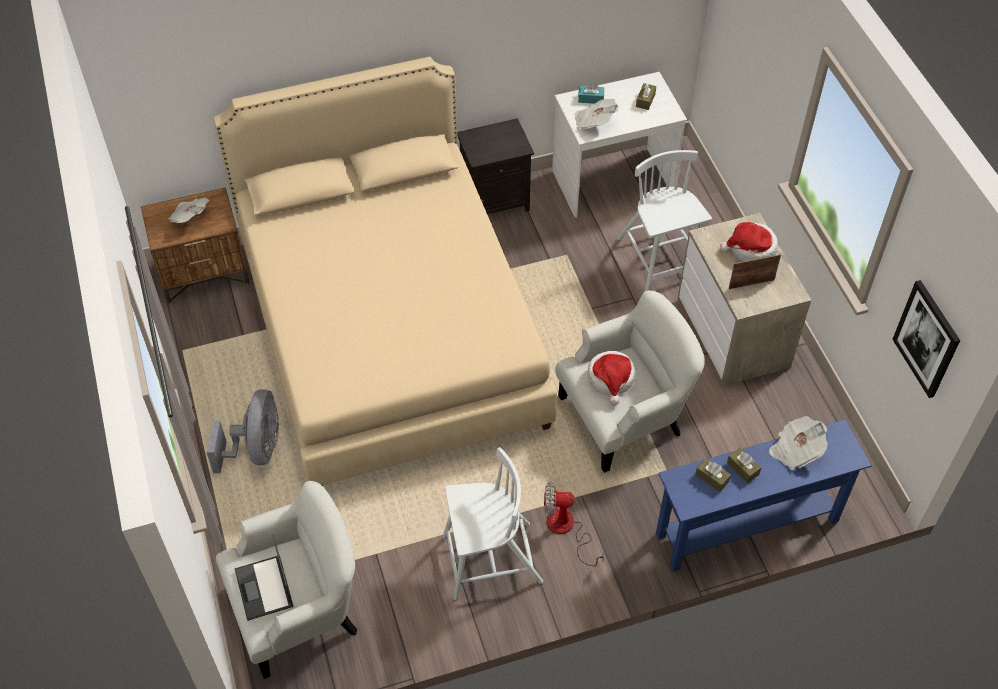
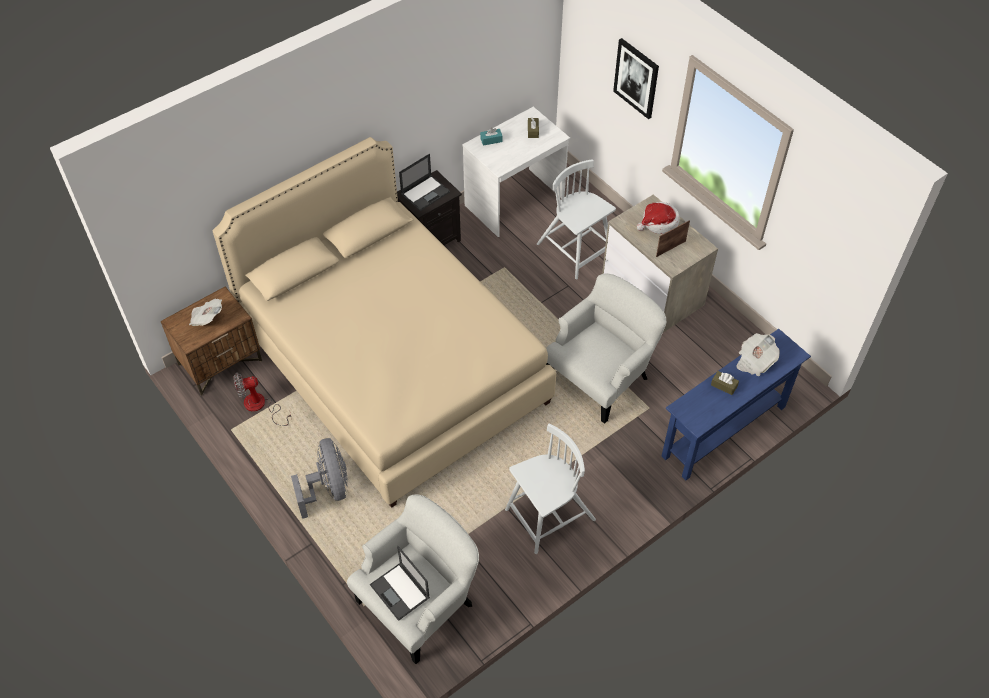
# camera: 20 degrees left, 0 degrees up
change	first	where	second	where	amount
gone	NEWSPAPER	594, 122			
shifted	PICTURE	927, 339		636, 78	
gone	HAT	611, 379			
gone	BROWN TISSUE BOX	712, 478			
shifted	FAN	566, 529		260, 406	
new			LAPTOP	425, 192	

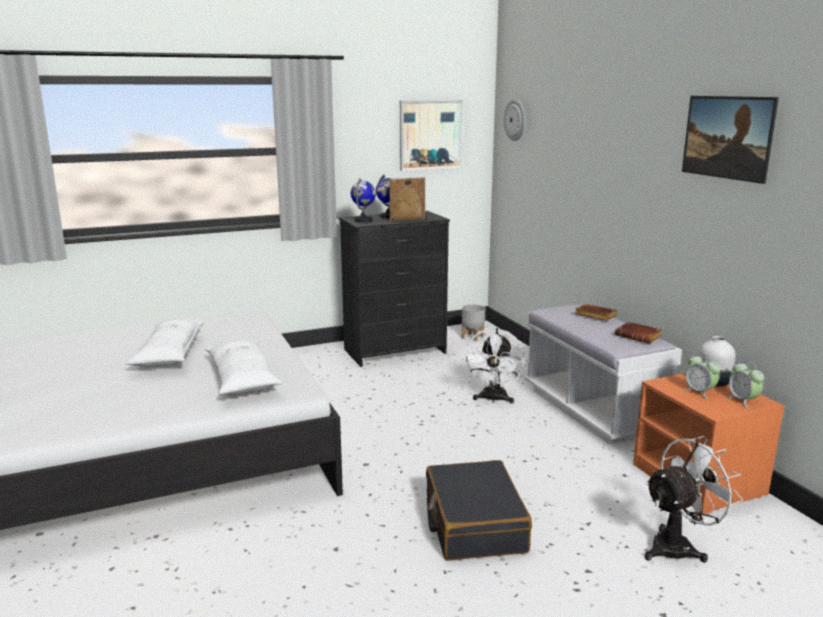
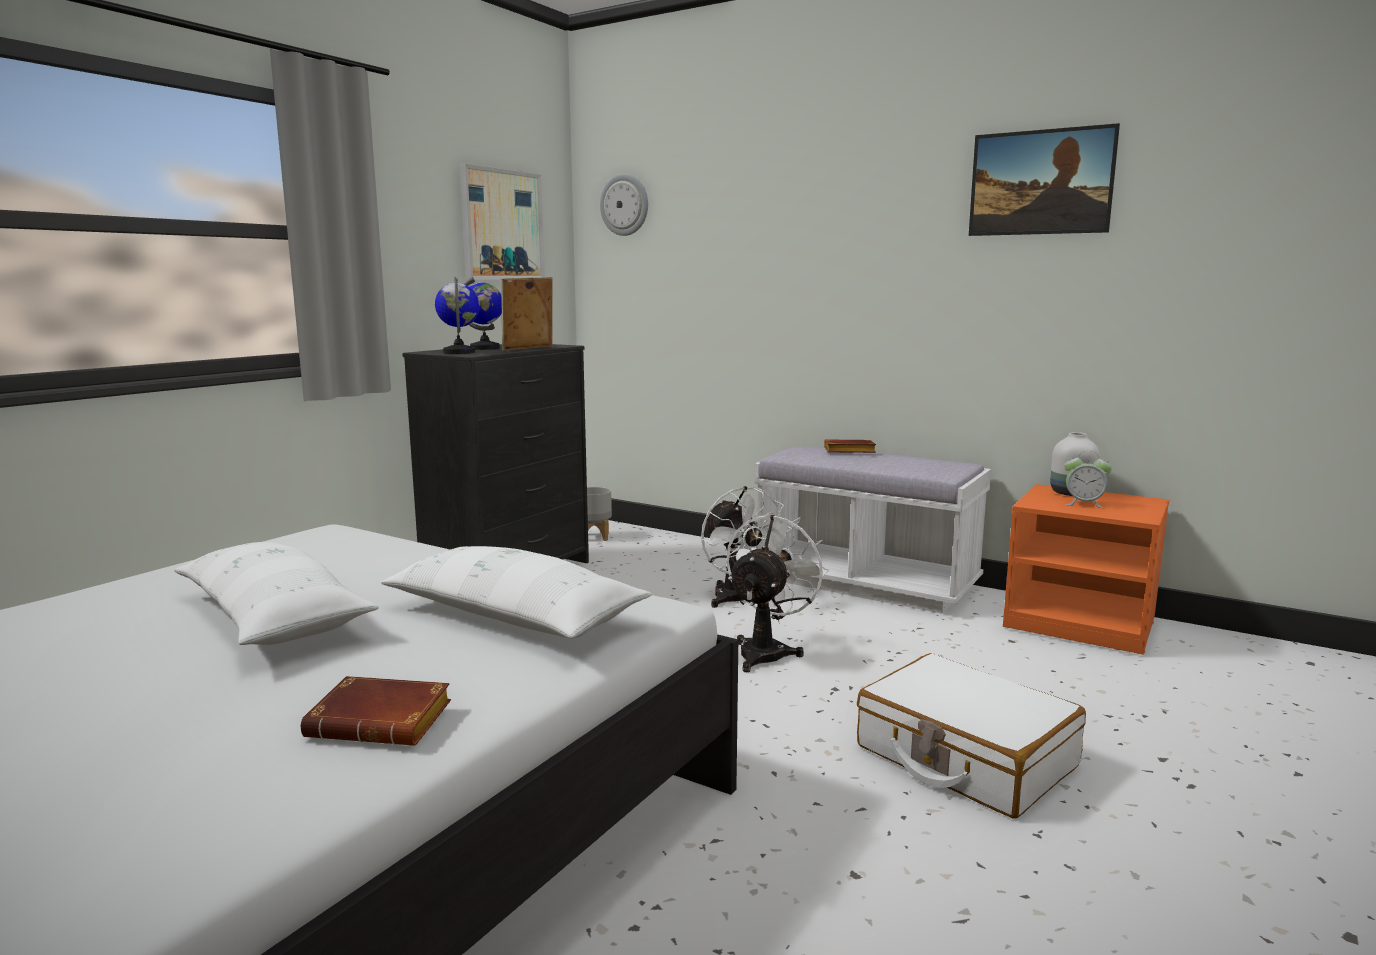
# camera: 35 degrees left, 5 degrees down
change	first	where	second	where	amount
shifted	BROWN BOOK	639, 336		385, 721	
gone	ALARM CLOCK	742, 401			
shifted	WHITE FAN	679, 546		767, 651	
repainted	BLACK SUITCASE	474, 524	WHITE SUITCASE	964, 757	

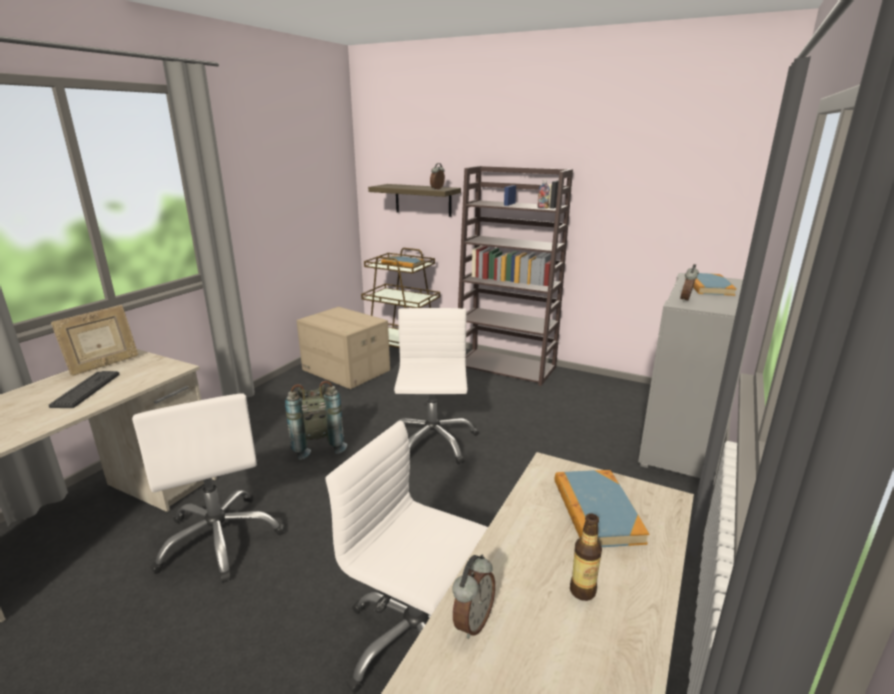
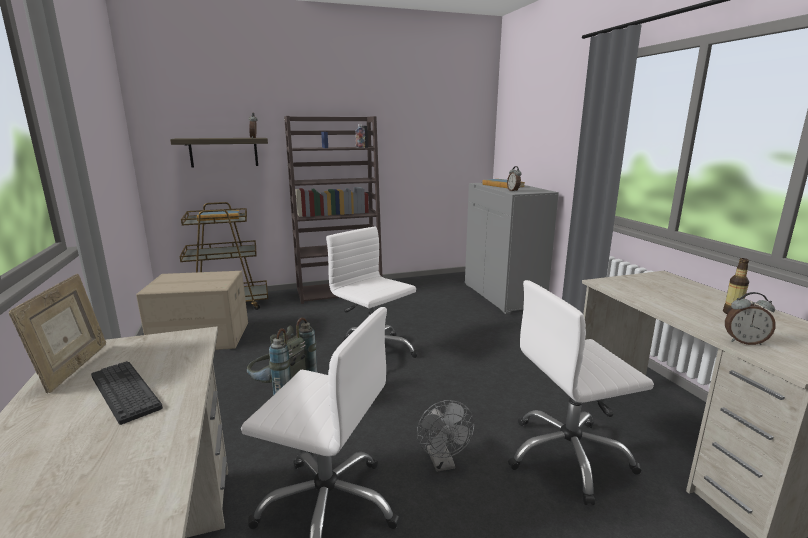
# camera: 45 degrees left, 5 degrees down
change	first	where	second	where	amount
gone	BOOK	596, 511			
rotated	ALARM CLOCK	472, 622		744, 342	120 degrees clockwise
new			GREY FAN	443, 463	

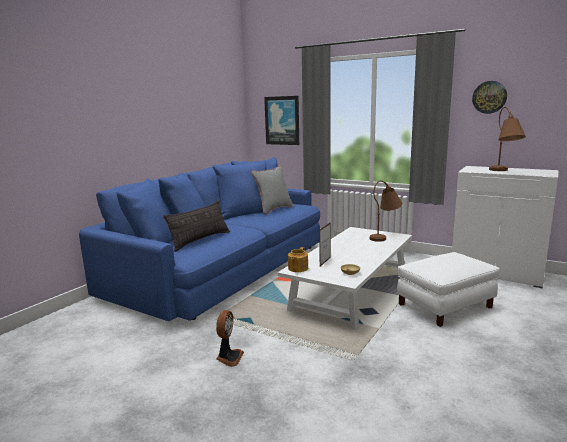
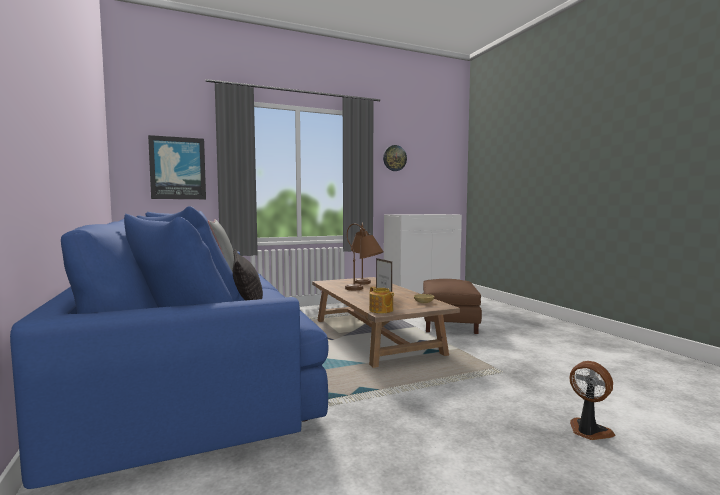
# camera: 55 degrees left, 10 degrees down
change	first	where	second	where	amount
shifted	BROWN TABLE LAMP	503, 171		364, 290	
repainted	WHITE COFFEE TABLE	350, 289	BROWN COFFEE TABLE	373, 336	
repainted	WHITE OTTOMAN	445, 306	BROWN OTTOMAN	449, 323	
shifted	FAN	229, 357		588, 431	

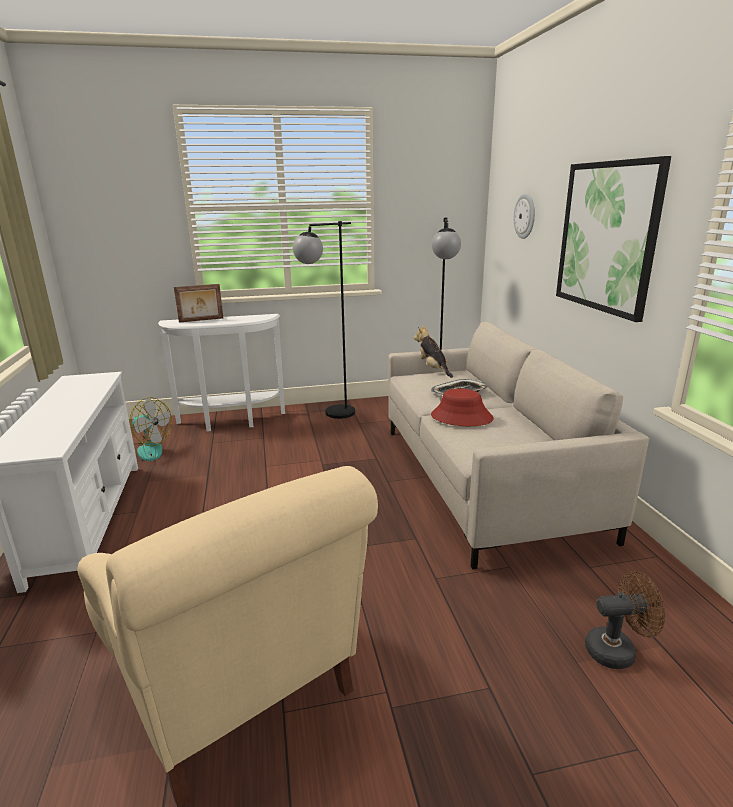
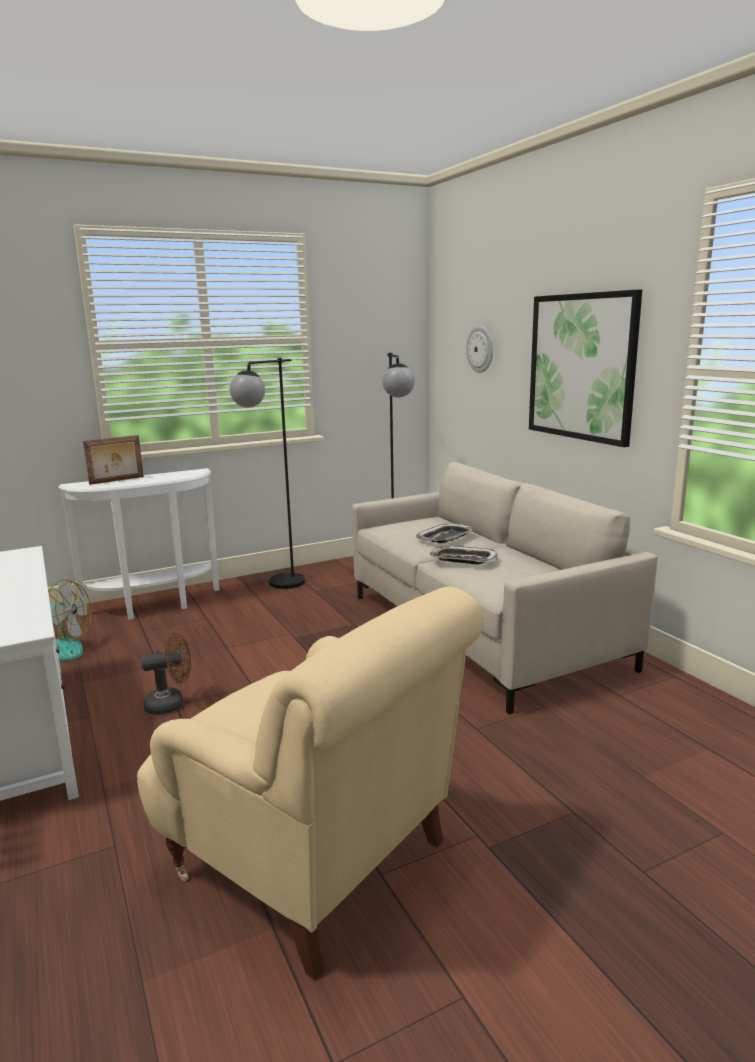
# camera: 15 degrees left, 5 degrees down
change	first	where	second	where	amount
gone	PLUSH TOY	432, 370			
swapped	RED HAT	461, 417	TRAY	463, 560	
shifted	BROWN FAN	617, 650		171, 704	

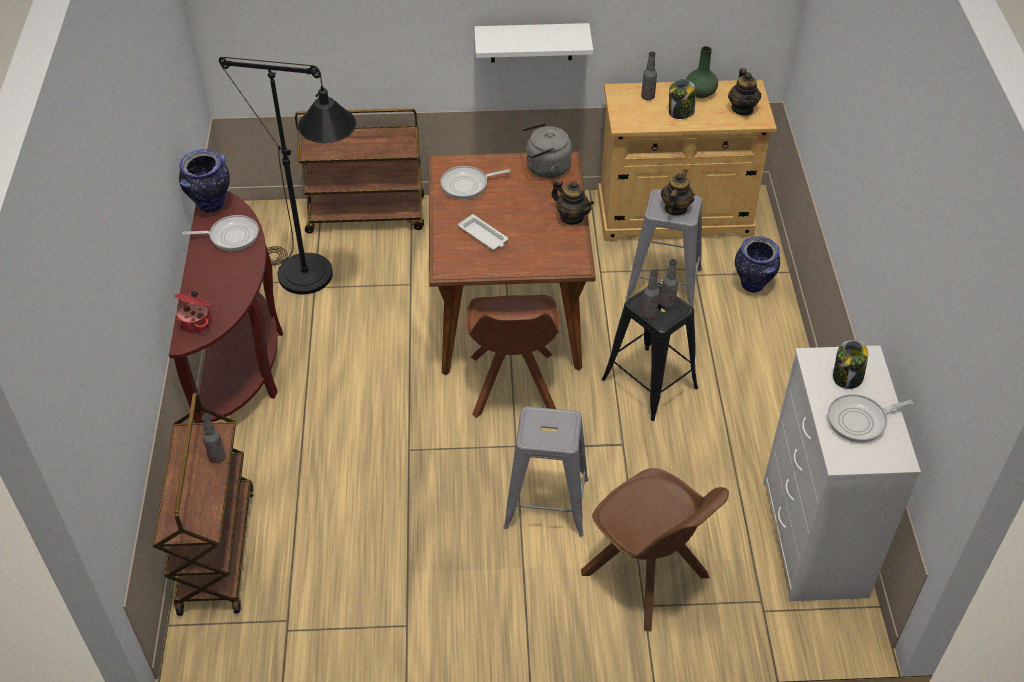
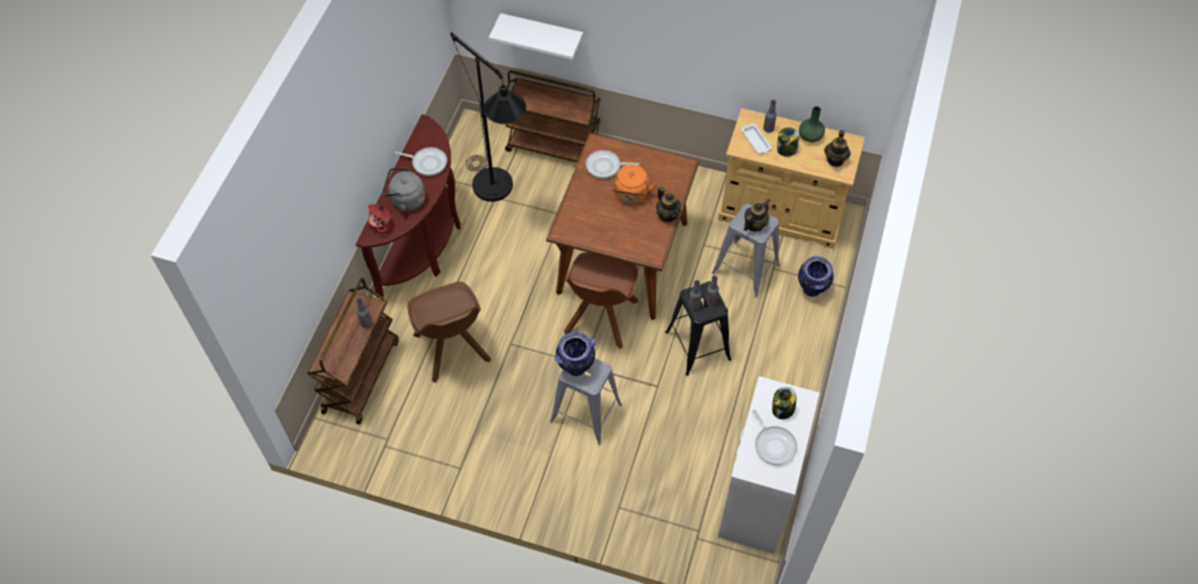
# camera: 20 degrees right, 10 degrees up
change	first	where	second	where	amount
shifted	WHITE SHELF	531, 42		542, 34	
shifted	GREY KETTLE	545, 168		406, 200	
shifted	VASE	210, 205		575, 368	
shifted	WHITE TRAY	483, 236		756, 141	
rotated	FRYING PAN	860, 421		773, 444	120 degrees counterclockwise
shifted	BROWN CHAIR	647, 577		452, 349	
new			ORANGE KETTLE	631, 195	

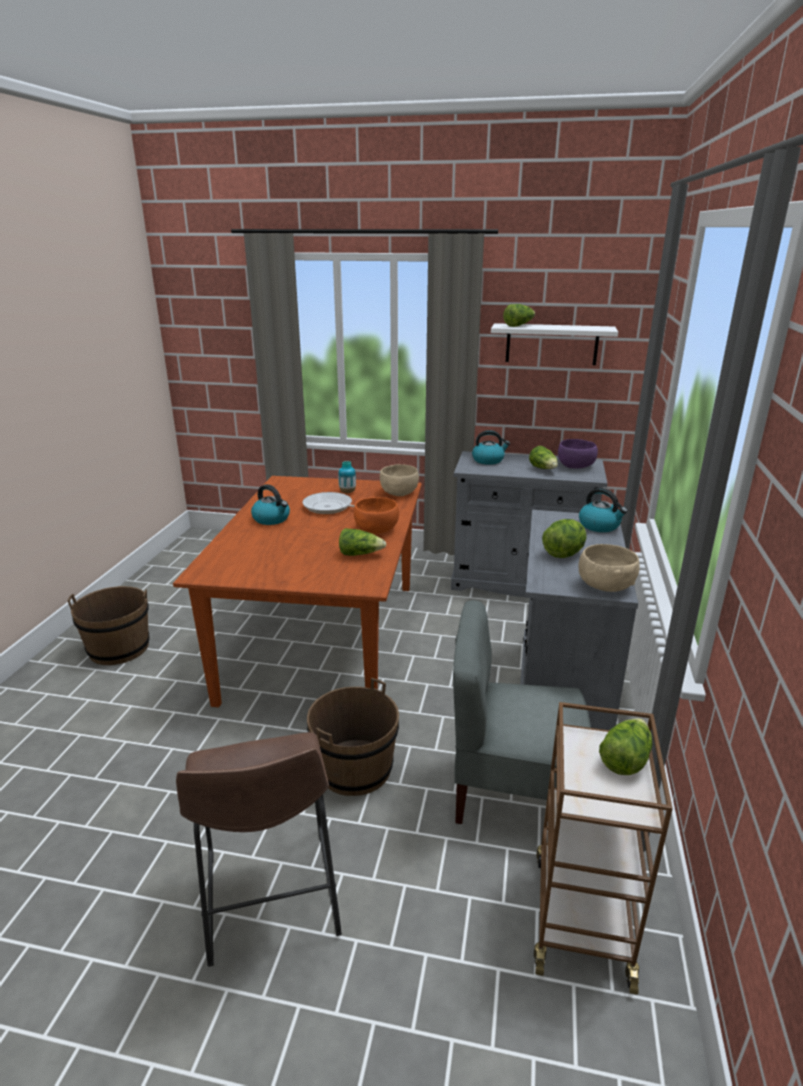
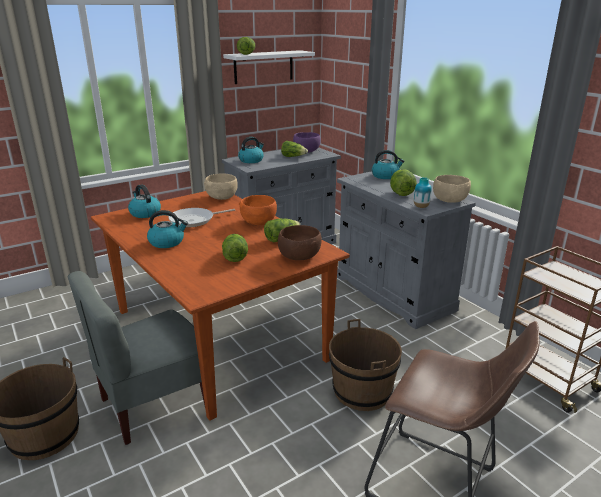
# camera: 45 degrees left, 0 degrees up
change	first	where	second	where	amount
shifted	VASE	347, 492		421, 207	
shifted	GREY CHAIR	512, 794		154, 404	
shifted	LETTUCE	624, 759		234, 256	
new			KETTLE	145, 213	
new			BROWN BOWL	299, 257	

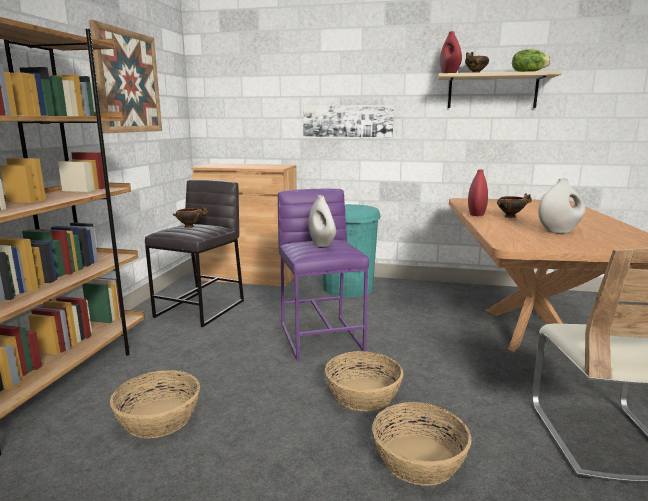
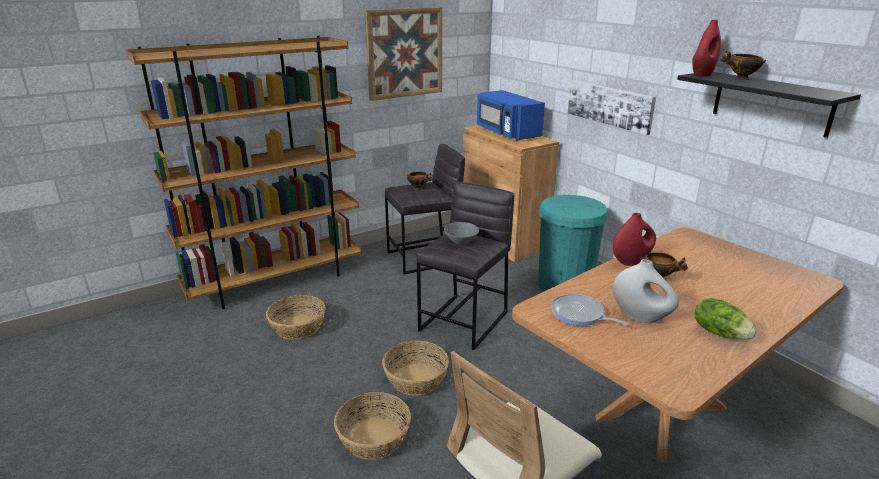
# camera: 45 degrees right, 10 degrees up
change	first	where	second	where	amount
shifted	LETTUCE	528, 72		719, 333	
repainted	BEIGE SHELF	492, 91	BLACK SHELF	771, 103	
repainted	PURPLE STOOL	321, 336	GREY STOOL	465, 321	
swapped	WHITE VASE	322, 244	GREY BOWL	461, 242	
new			BLUE MICROWAVE	507, 133	
new			FRYING PAN	580, 314	

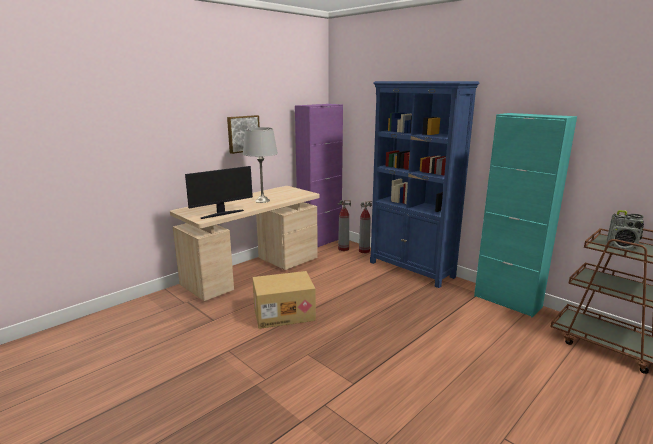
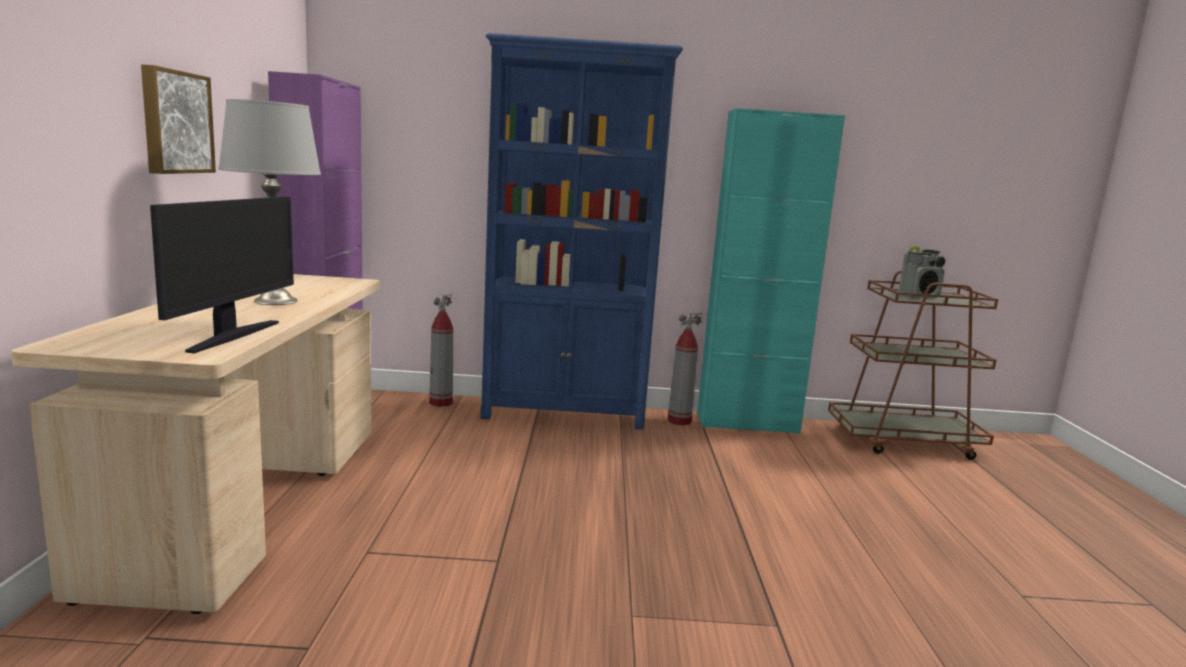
# camera: 45 degrees left, 5 degrees down
change	first	where	second	where	amount
shifted	FIRE EXTINGUISHER	343, 249		679, 421	
gone	CARDBOARD BOX	284, 313			

